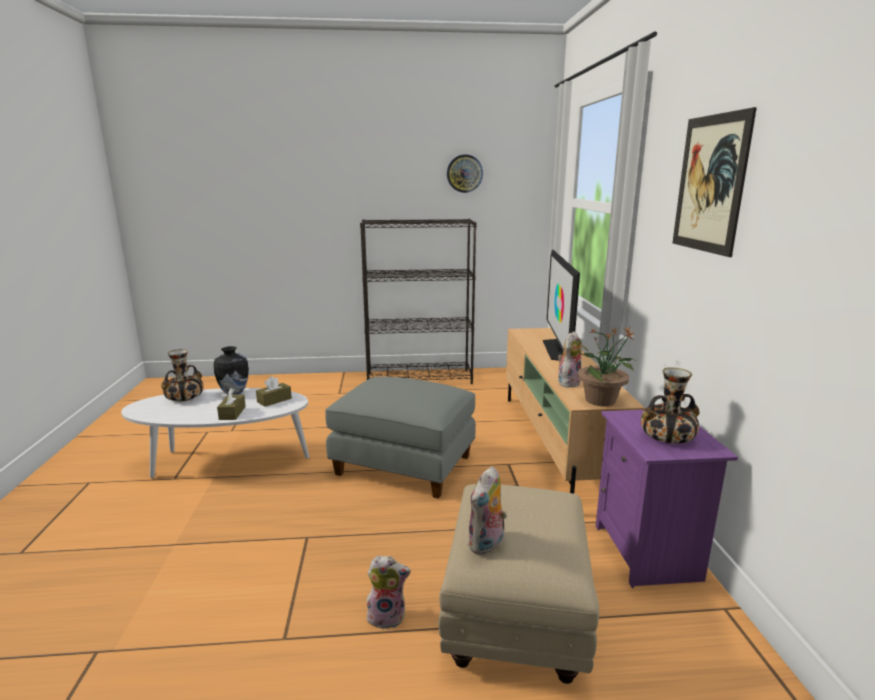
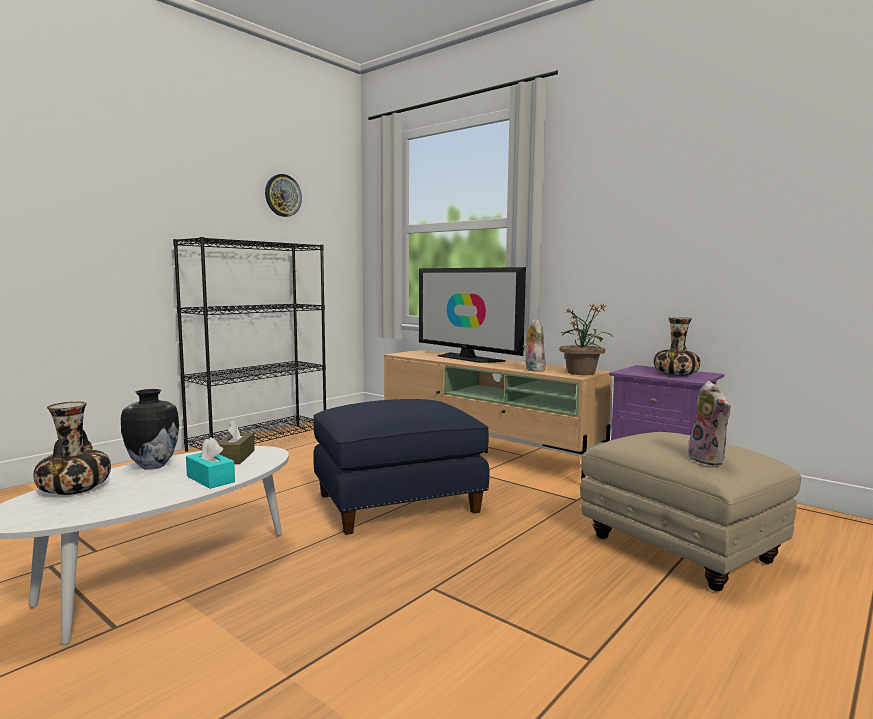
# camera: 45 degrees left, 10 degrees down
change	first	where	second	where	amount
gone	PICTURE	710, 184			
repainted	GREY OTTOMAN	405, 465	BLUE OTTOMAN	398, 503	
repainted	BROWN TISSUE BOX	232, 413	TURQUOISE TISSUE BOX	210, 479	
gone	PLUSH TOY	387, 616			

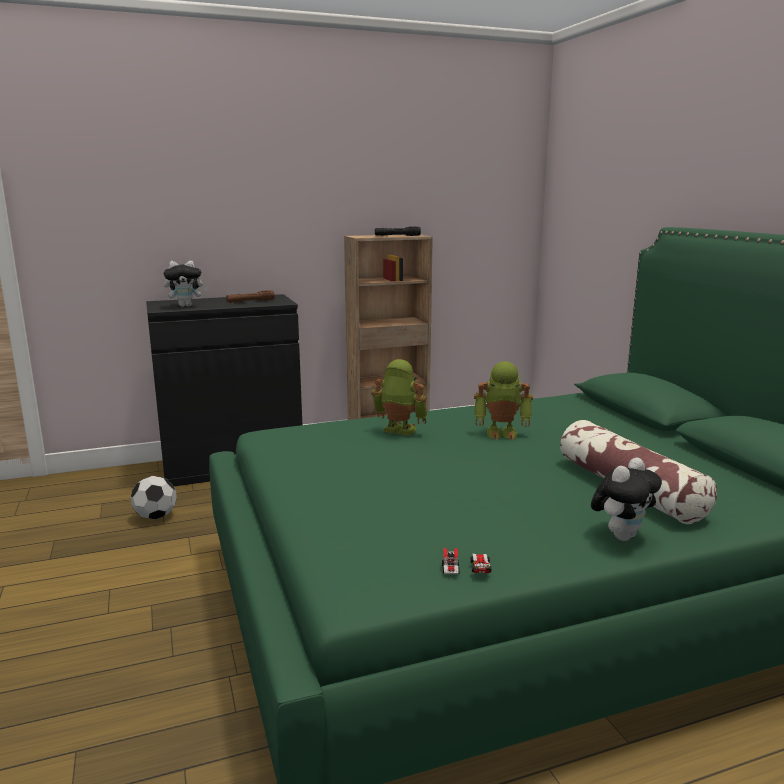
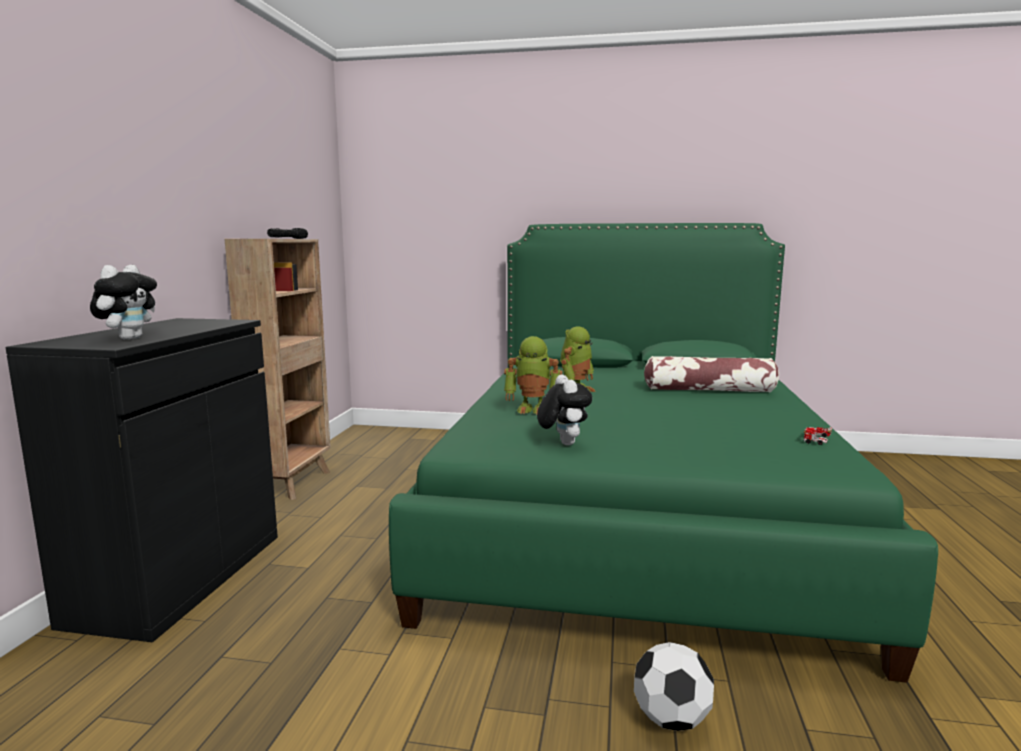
# camera: 60 degrees left, 5 degrees down
change	first	where	second	where	amount
gone	BROWN FLASHLIGHT	250, 301			
rotated	TOY ROBOT	398, 431		533, 409	135 degrees counterclockwise
shifted	PLUSH TOY	621, 535		562, 443	
shifted	FOOTBALL	155, 516		671, 719	

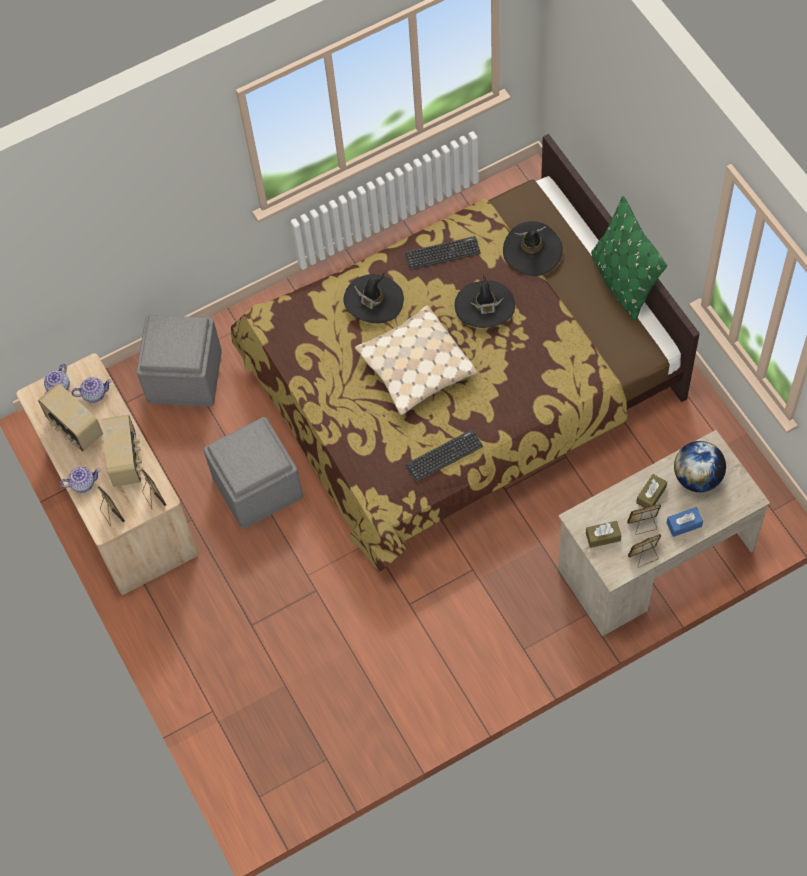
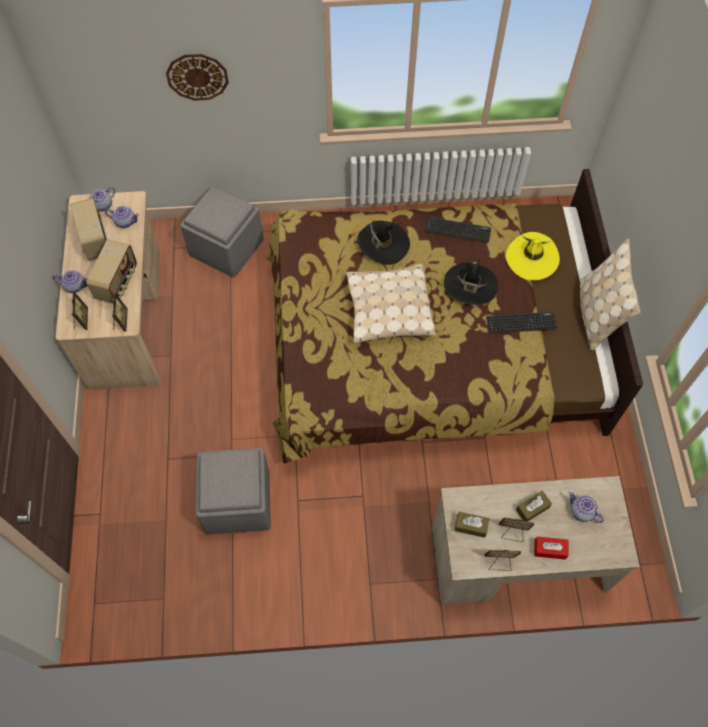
# camera: 20 degrees right, 0 degrees up
change	first	where	second	where	amount
repainted	GREEN PILLOW	623, 282	BEIGE PILLOW	596, 315	
repainted	BLACK HAT	532, 251	YELLOW HAT	532, 258	
shifted	GREY OTTOMAN	258, 487		238, 502	
shifted	KEYBOARD	444, 456		521, 323	
swapped	GLOBE	697, 477	TEAPOT	582, 512	
repainted	BLUE TISSUE BOX	684, 524	RED TISSUE BOX	549, 549	
new			WALL CLOCK	197, 76	

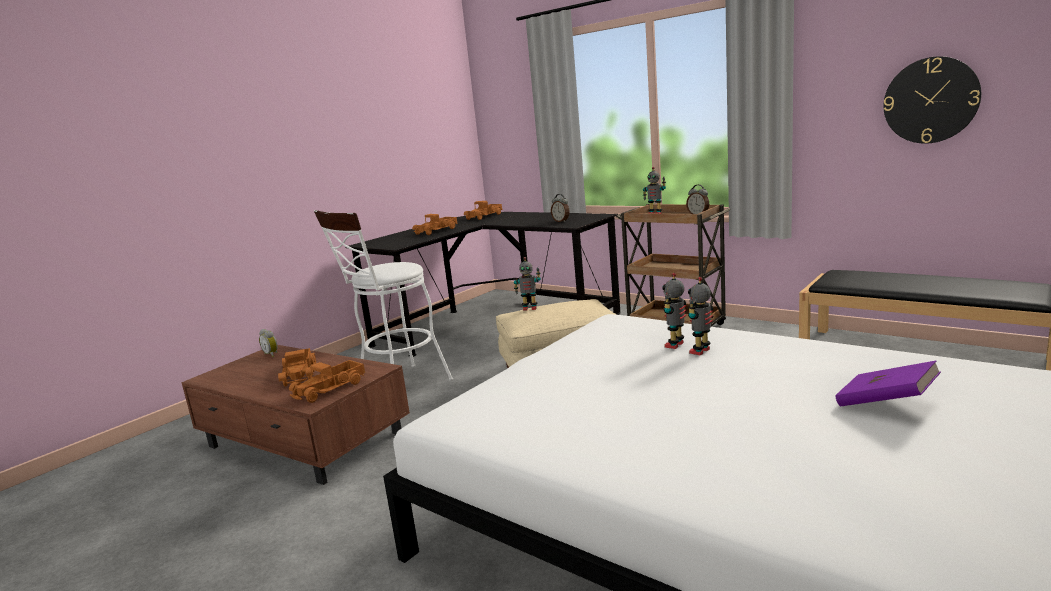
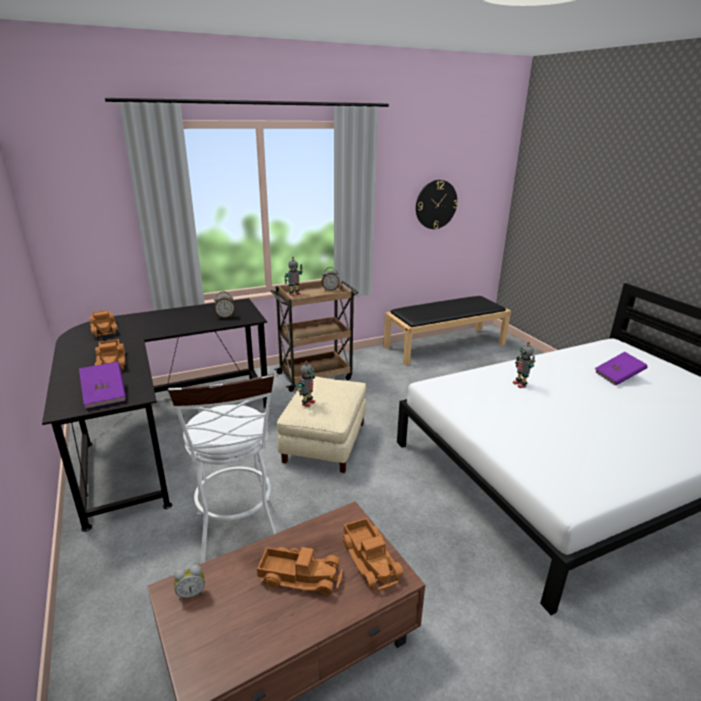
# camera: 65 degrees left, 10 degrees up
change	first	where	second	where	amount
gone	TOY ROBOT	675, 345			
new			PURPLE BOOK	105, 395	

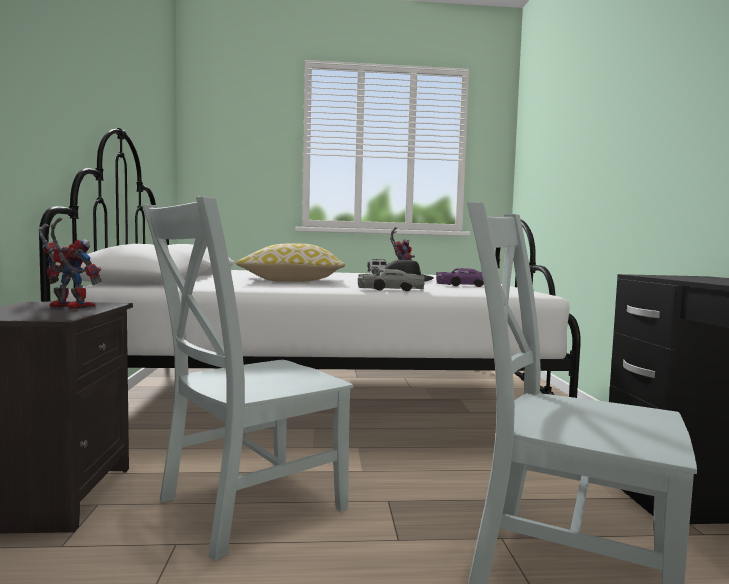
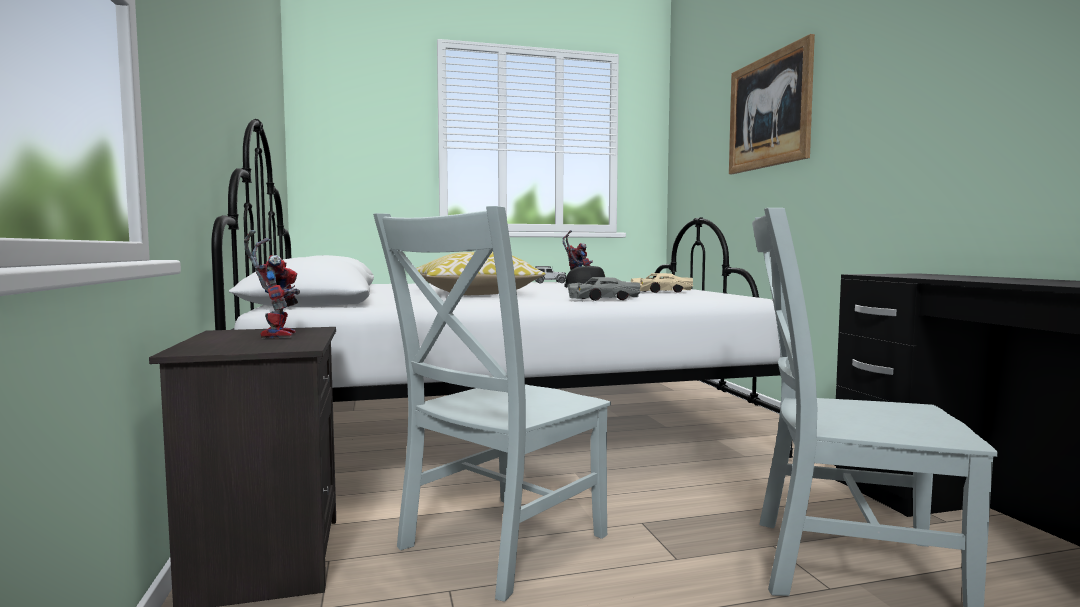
# camera: 10 degrees left, 0 degrees up
change	first	where	second	where	amount
rotated	TOY ROBOT	66, 307		275, 335	60 degrees clockwise
repainted	PURPLE TOY CAR	463, 285	BEIGE TOY CAR	660, 291	
new			PICTURE	769, 111	

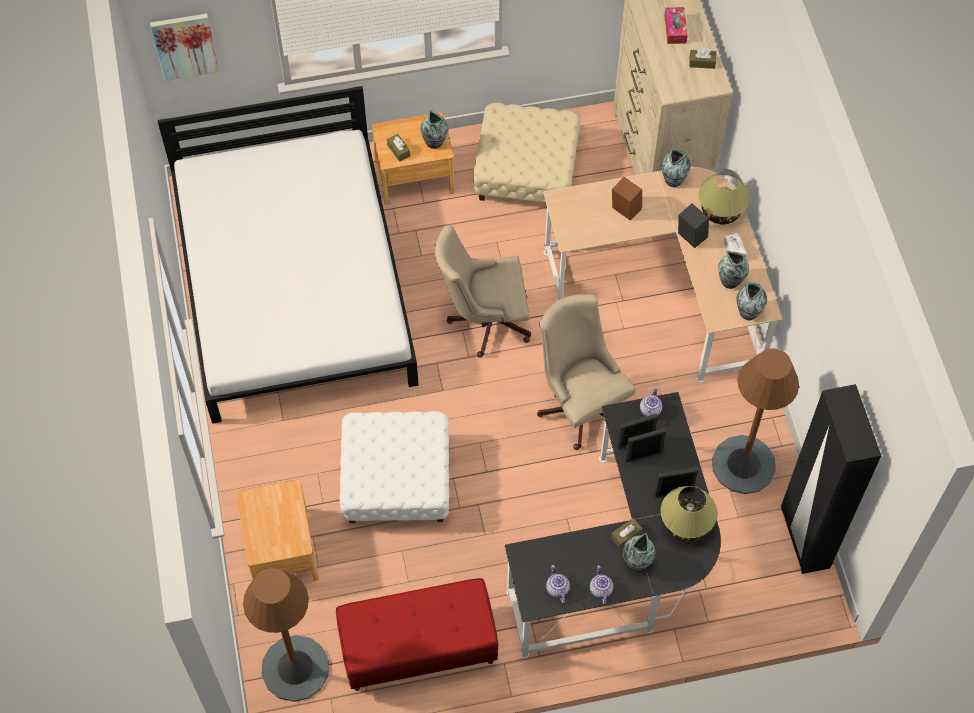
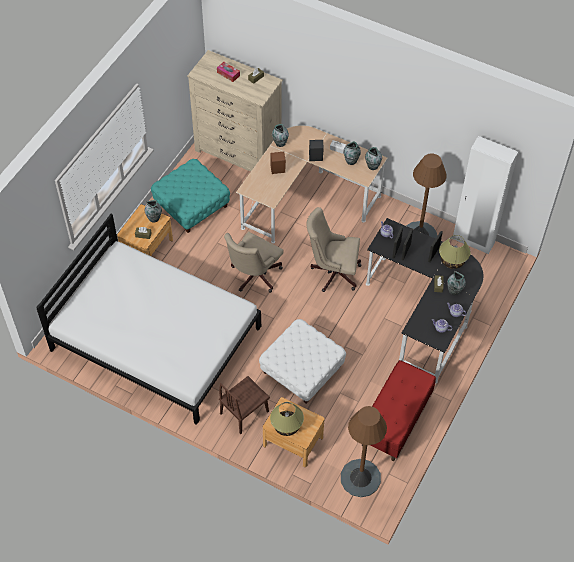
# camera: 50 degrees left, 5 degrees down
change	first	where	second	where	amount
gone	PICTURE	185, 45			
repainted	BEIGE OTTOMAN	526, 170	TURQUOISE OTTOMAN	191, 204	
shifted	TABLE LAMP	720, 211		287, 426	
repainted	BLACK WARDROBE	804, 538	WHITE WARDROBE	473, 241	
new			BROWN CHAIR	244, 412	

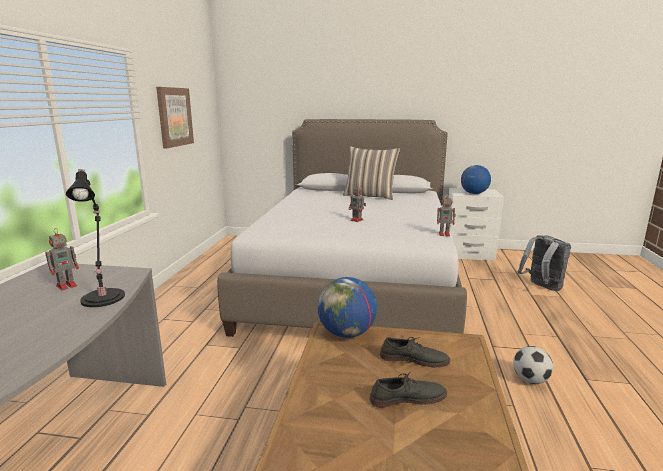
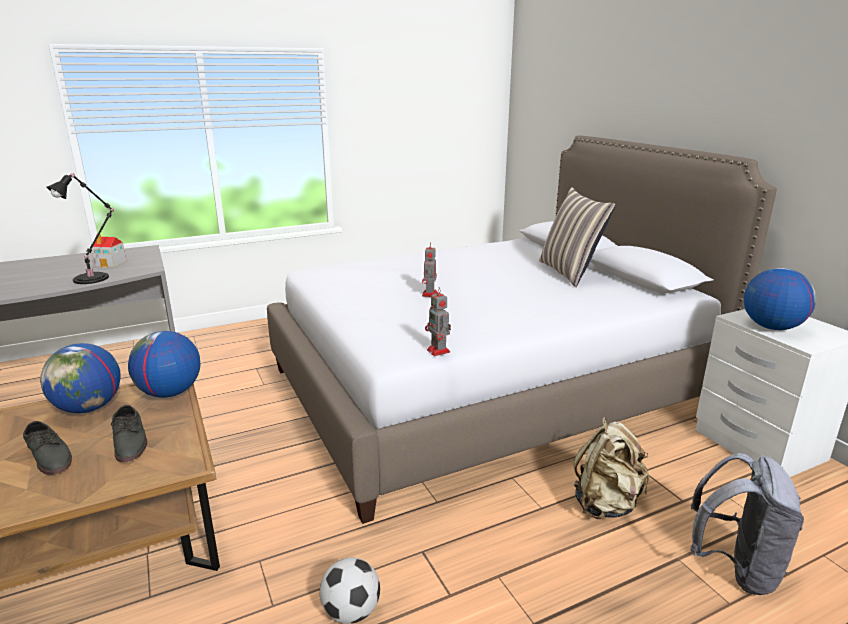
# camera: 55 degrees right, 5 degrees up
change	first	where	second	where	amount
gone	PICTURE	174, 117			
swapped	TOY ROBOT	67, 285	TOY HOUSE	111, 263	
new			GLOBE	89, 408	
new			BEIGE BACKPACK	606, 504	

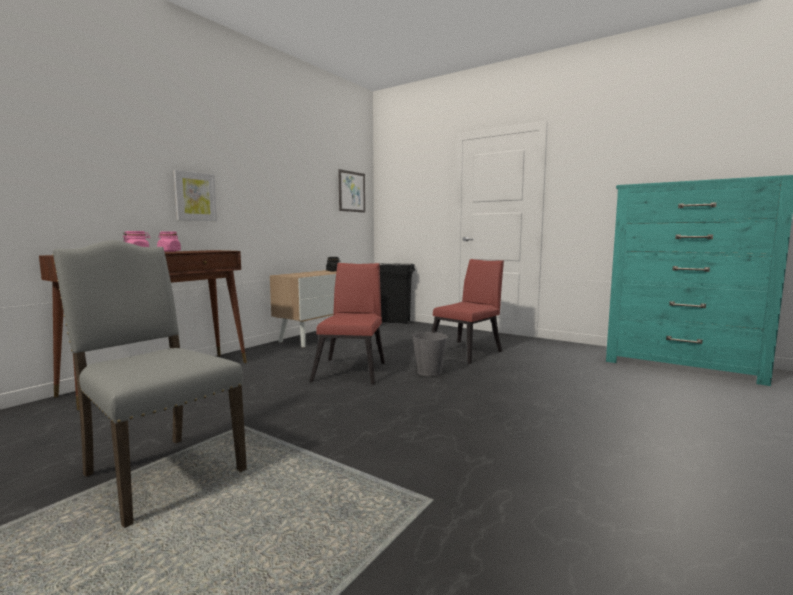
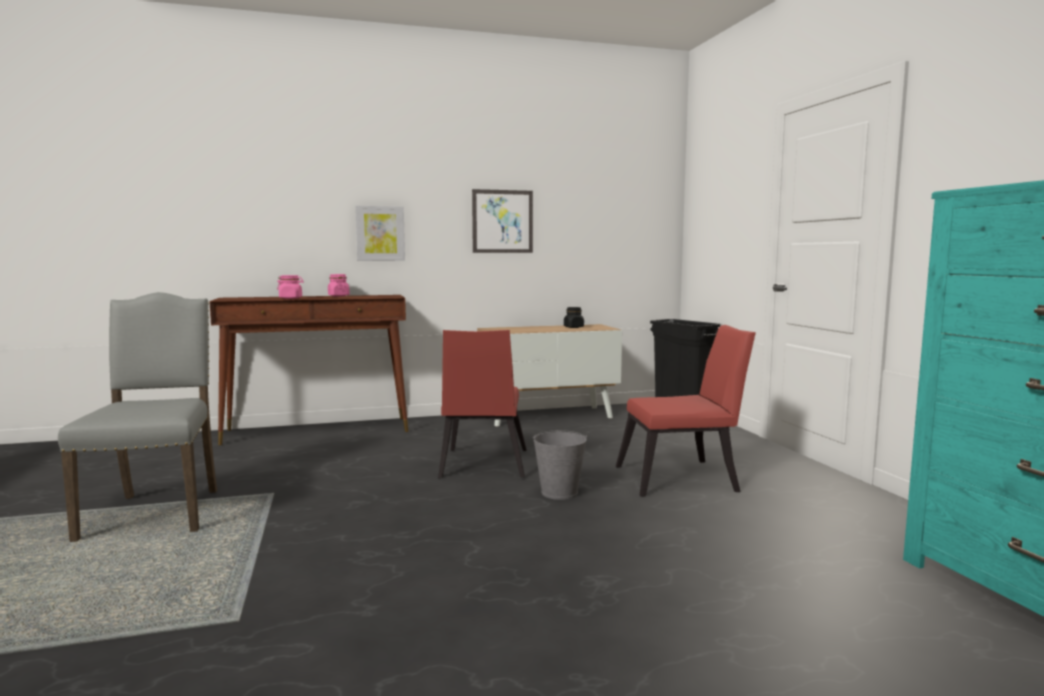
# camera: 40 degrees right, 0 degrees up
change	first	where	second	where	amount
shifted	PICTURE	352, 191		502, 221	
rotated	RED CHAIR	352, 370		482, 466	135 degrees clockwise

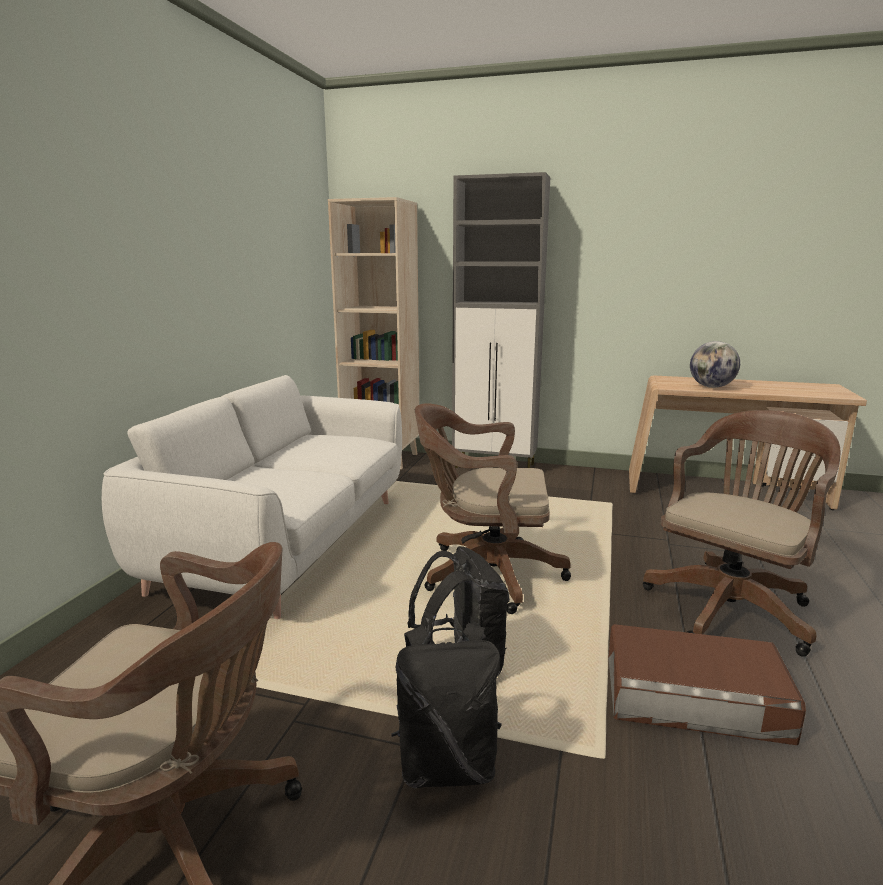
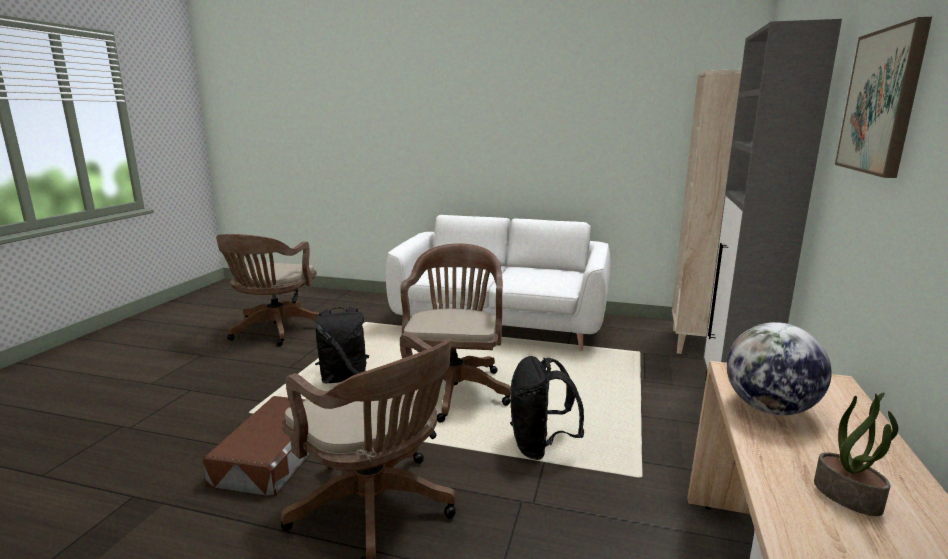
# camera: 90 degrees right, 0 degrees up
change	first	where	second	where	amount
shifted	BLACK BACKPACK	447, 765		540, 446	
new			PICTURE	882, 101	
new			POTTED PLANT	848, 496	

